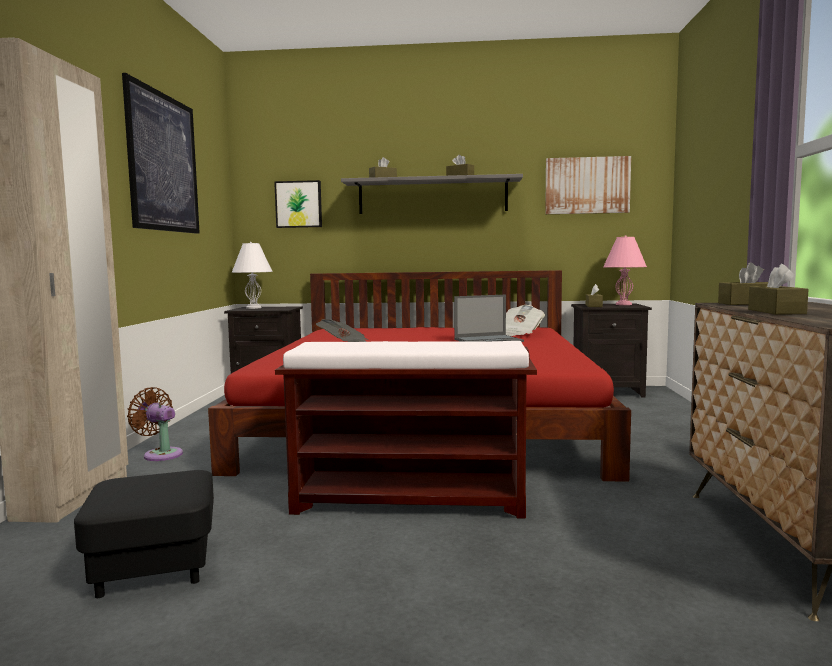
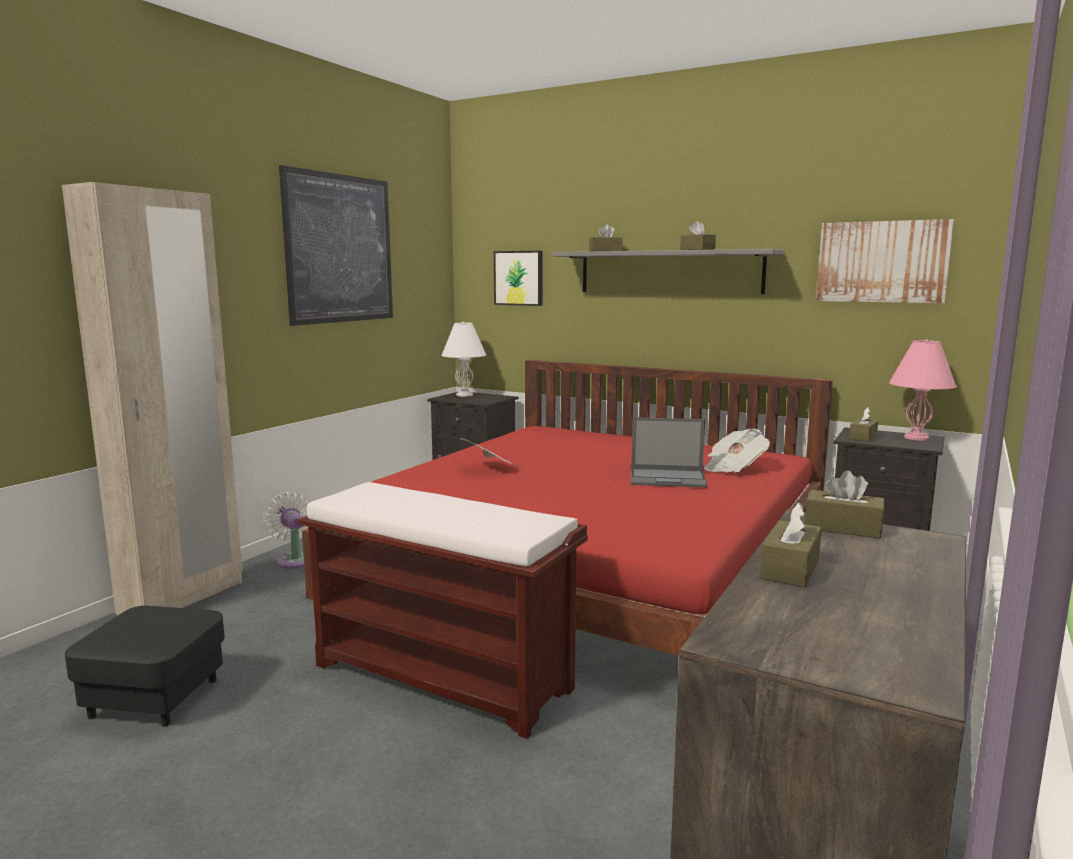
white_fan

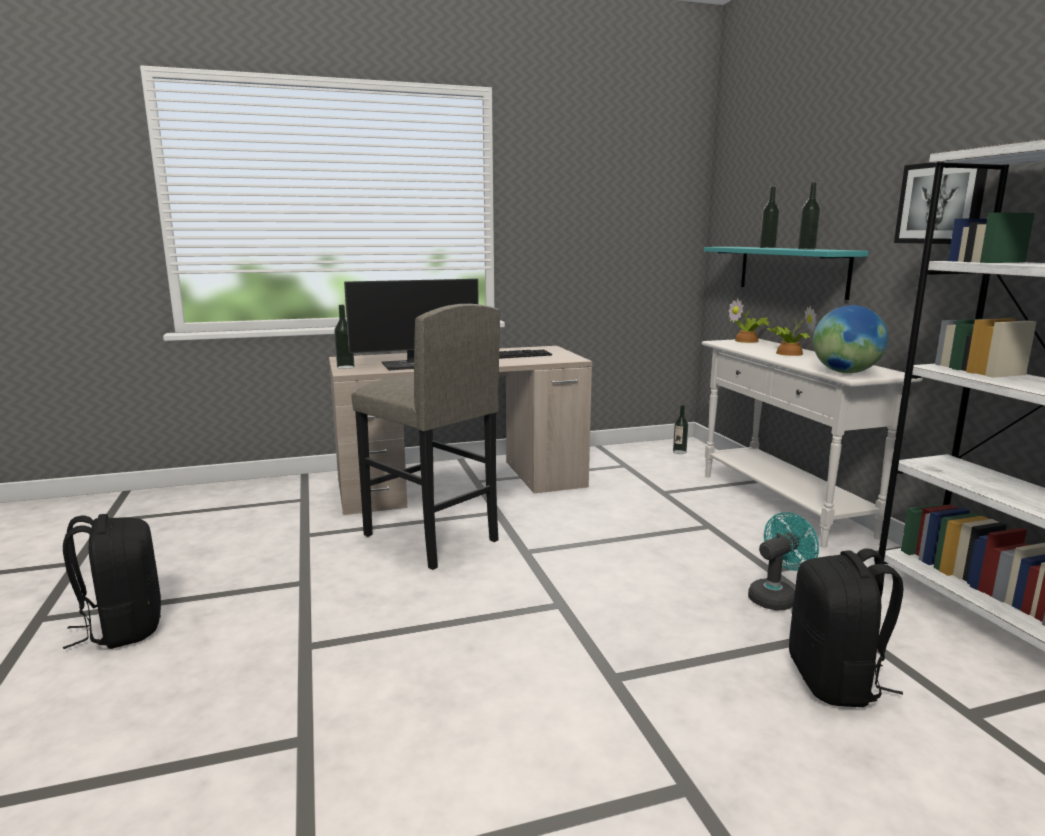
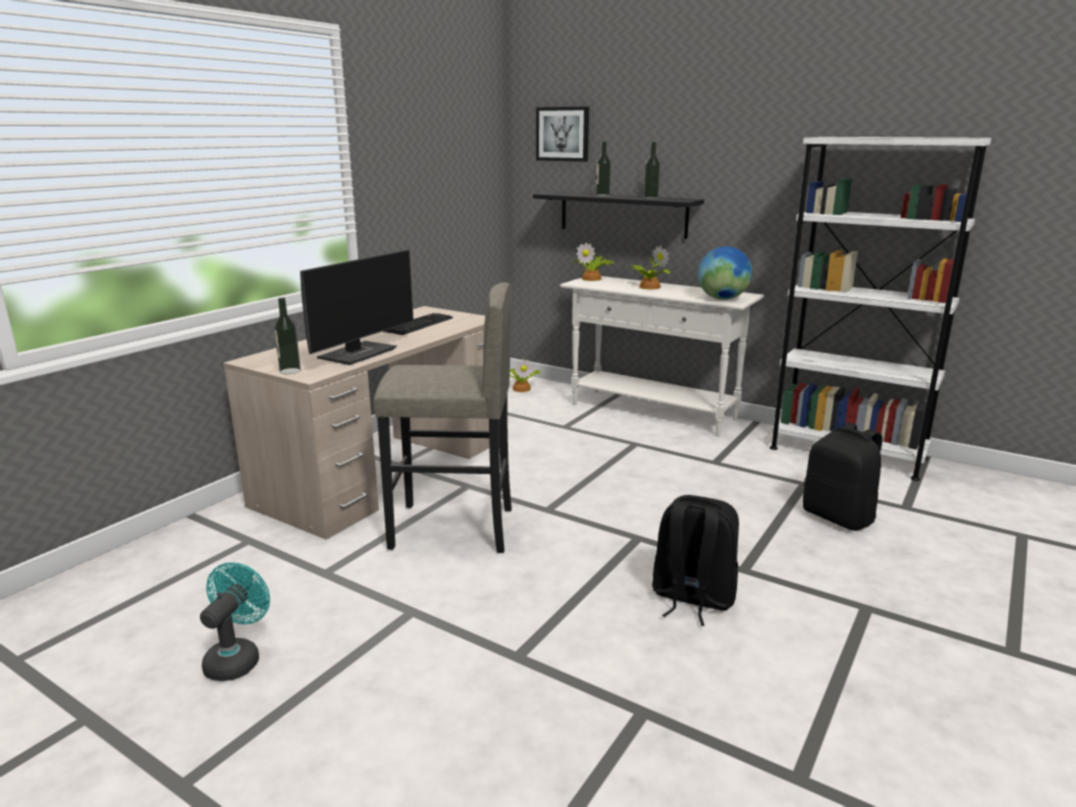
black_backpack (no. 1 from left)
potted_plant (no. 1 from left)
black_shelf
turquoise_fan
picture

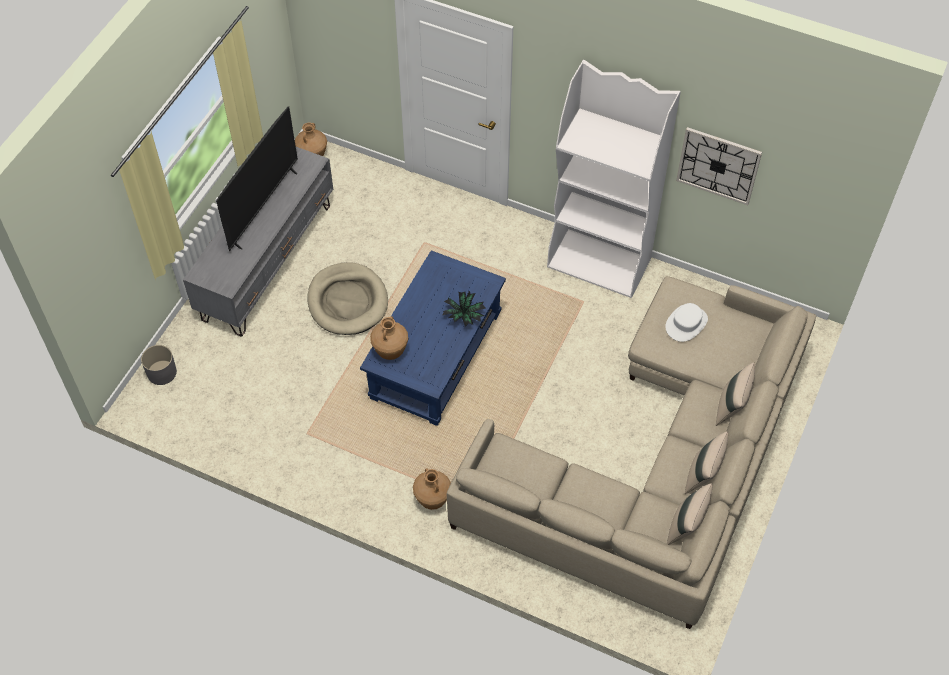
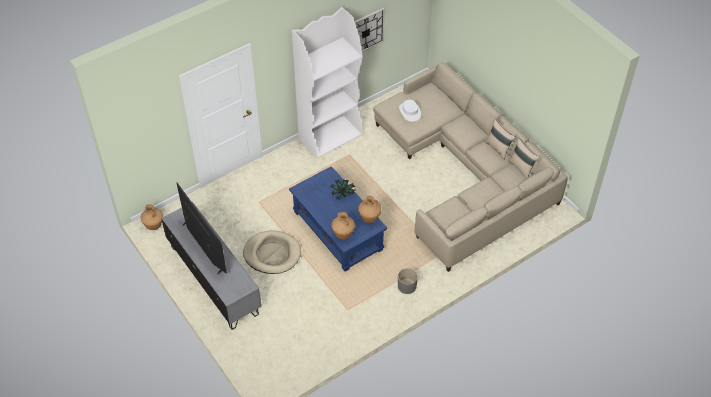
grey_planter
brown_vase (no. 3 from left)
beige_pillow (no. 3 from left in the first image)

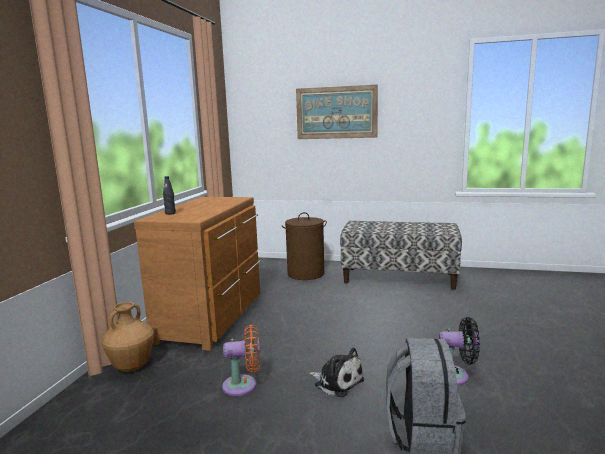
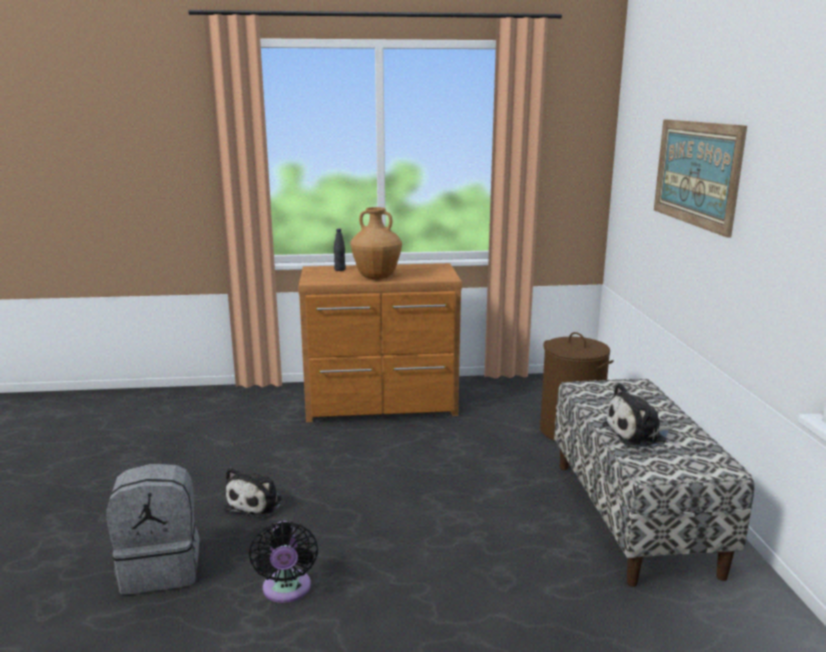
brown_vase
orange_fan
plush_toy (no. 2 from left)

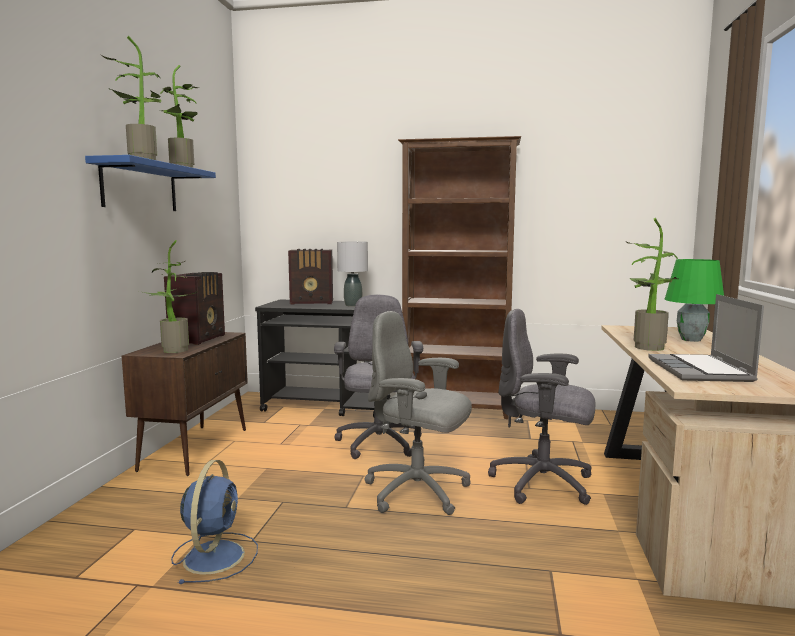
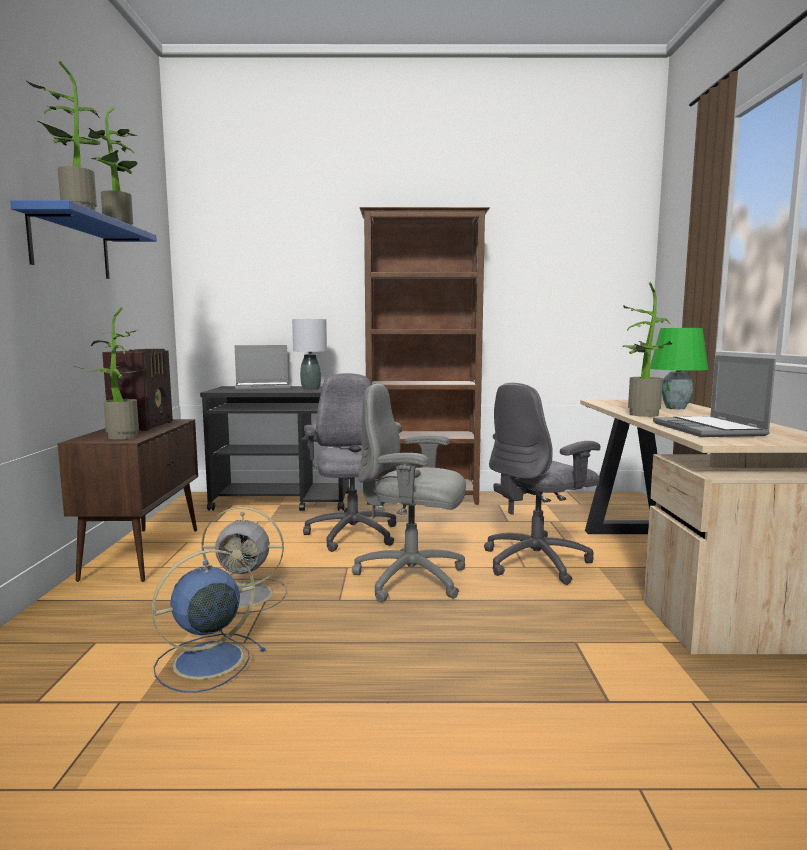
blue_fan
laptop (no. 1 from left)
grey_office_chair (no. 3 from left)
grey_fan

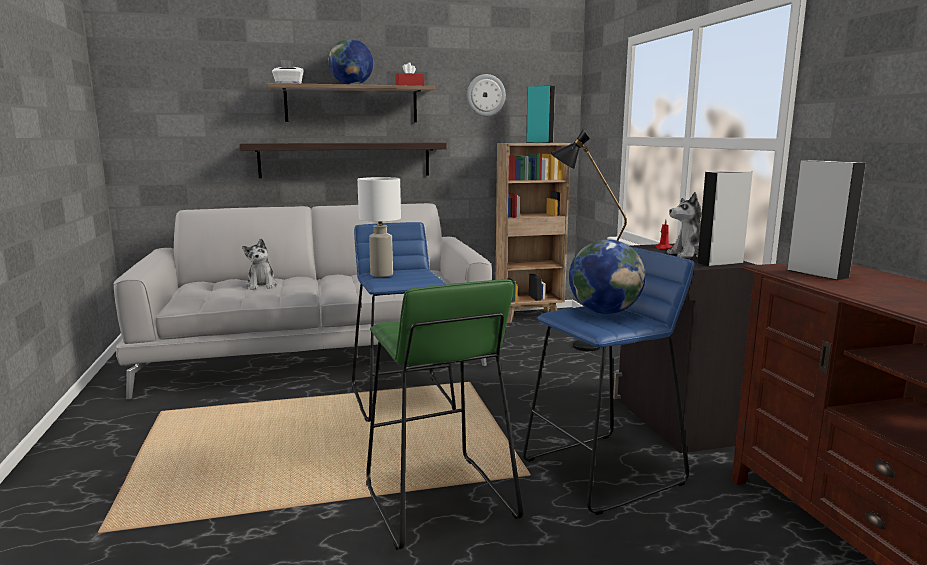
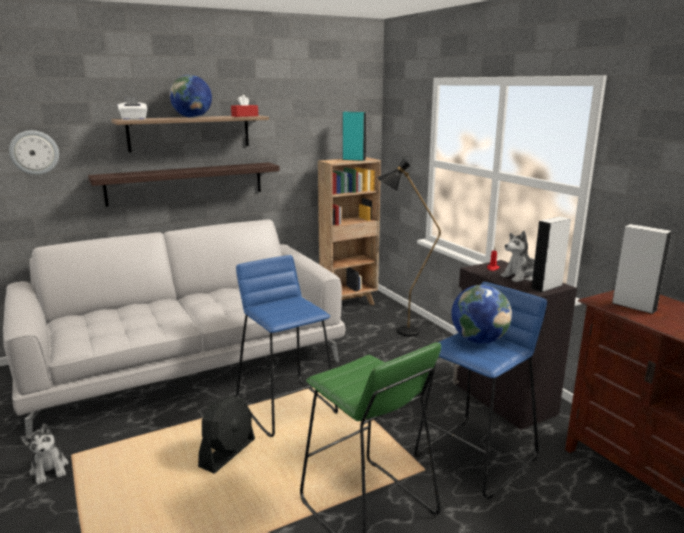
plush_toy (no. 1 from left)
white_table_lamp
wall_clock
black_fan

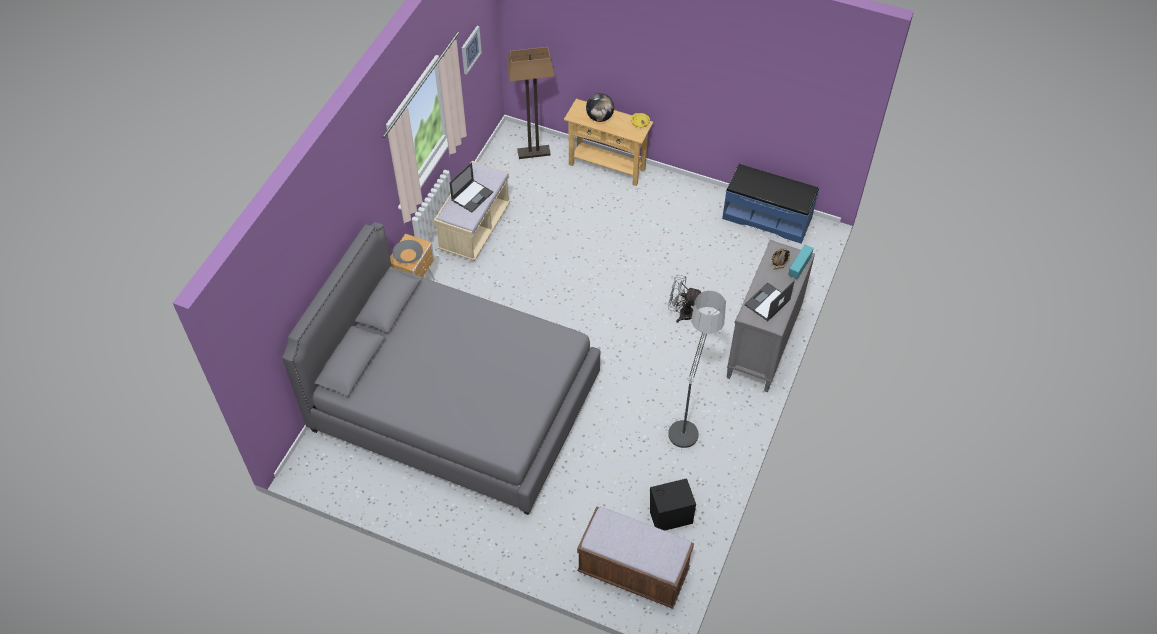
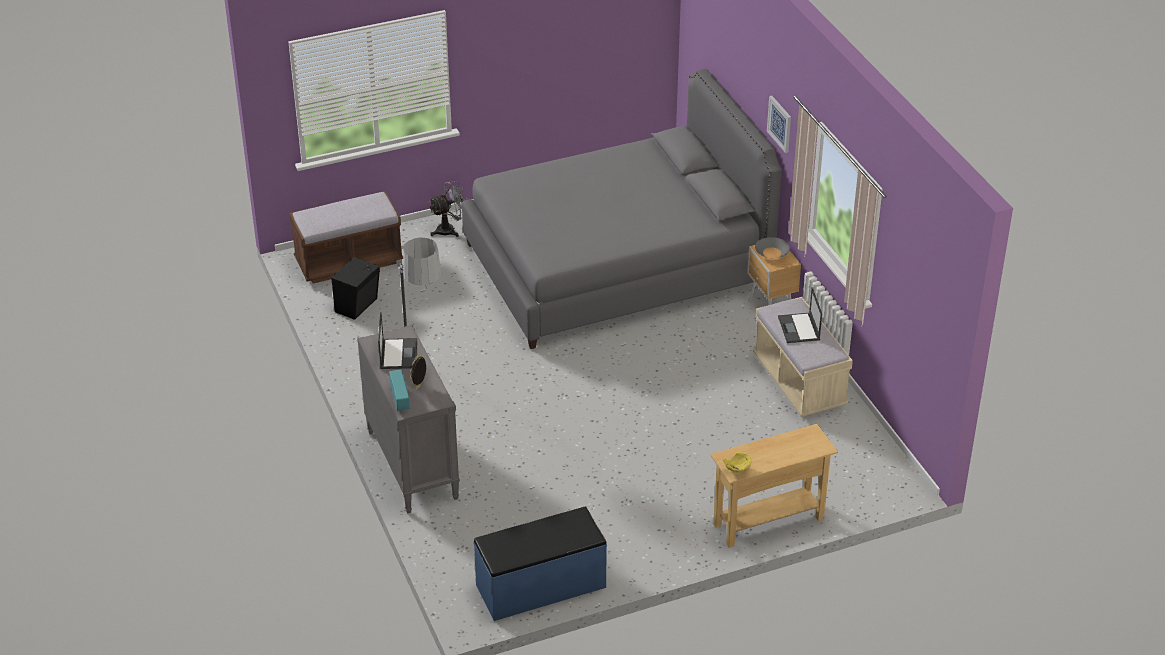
picture
floor_lamp (no. 1 from left in the first image)
globe
grey_fan

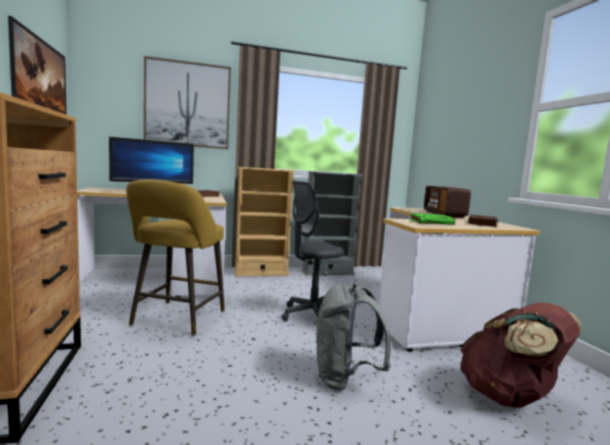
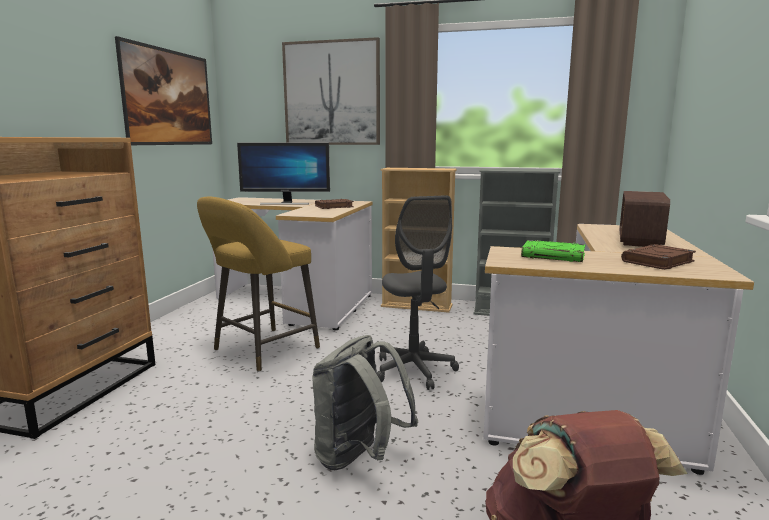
grey_office_chair

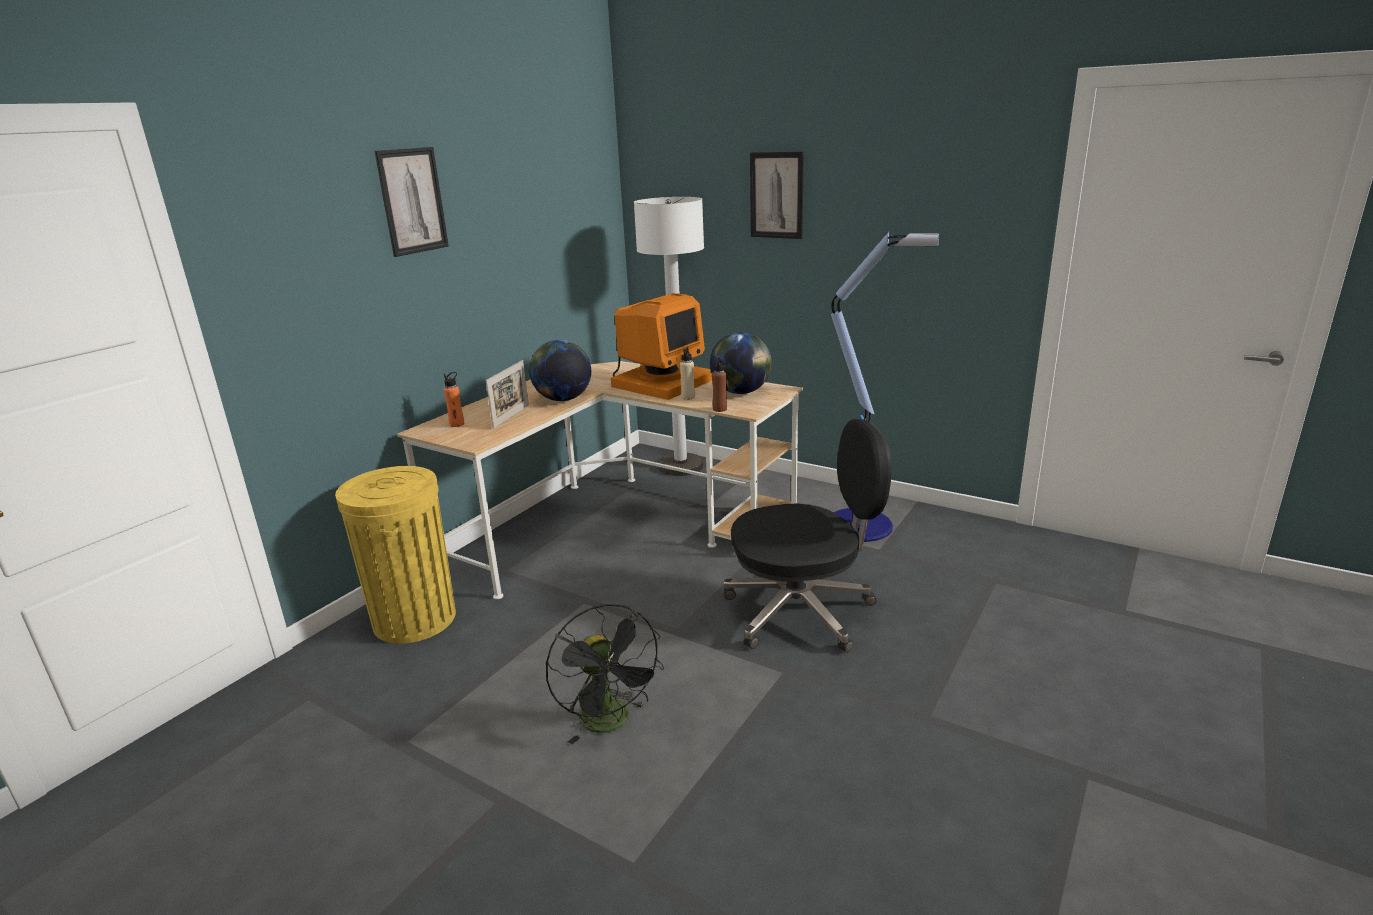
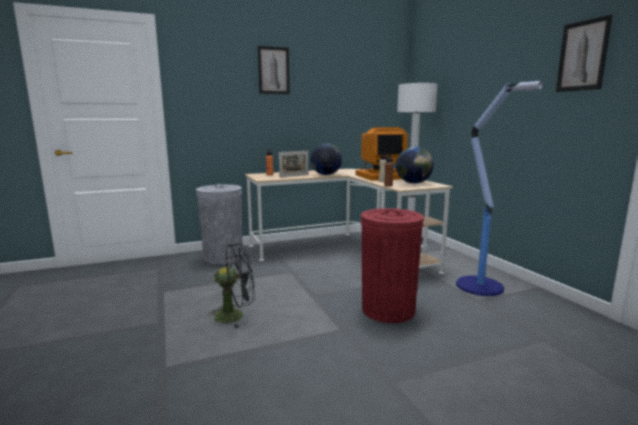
grey_trash_can
black_fan
red_trash_can
picture (no. 2 from left)

